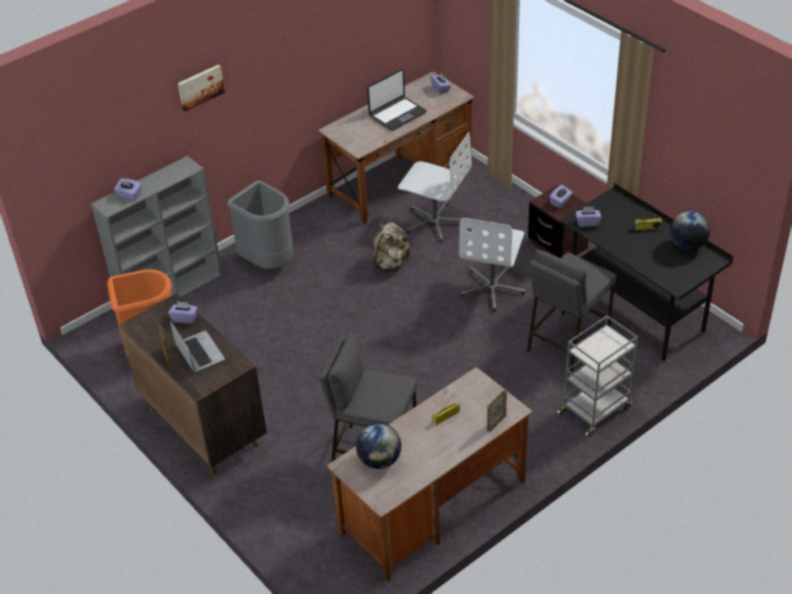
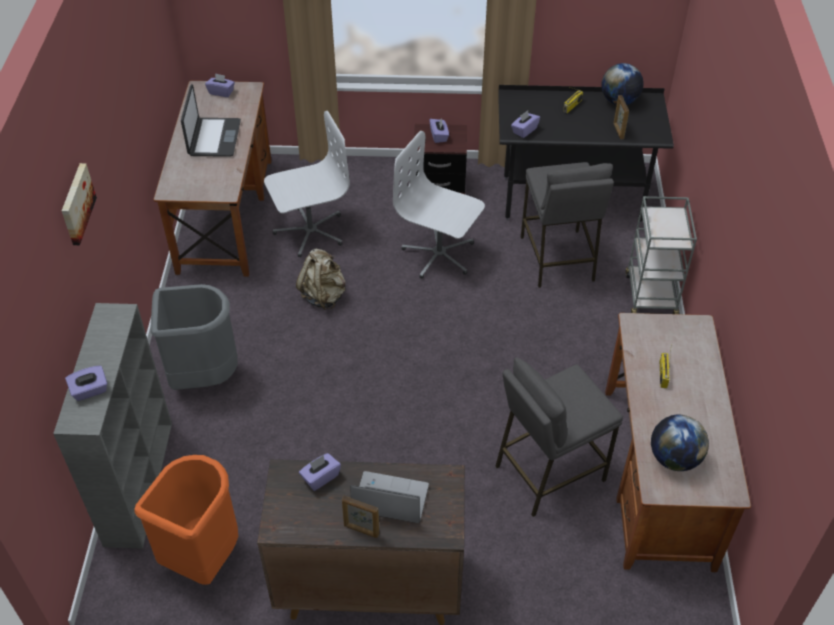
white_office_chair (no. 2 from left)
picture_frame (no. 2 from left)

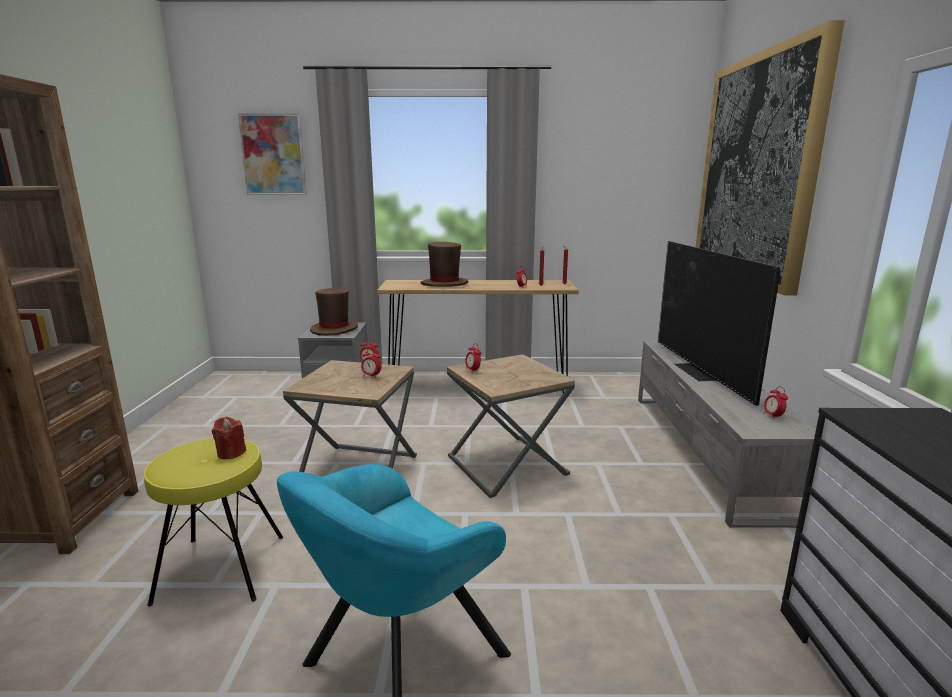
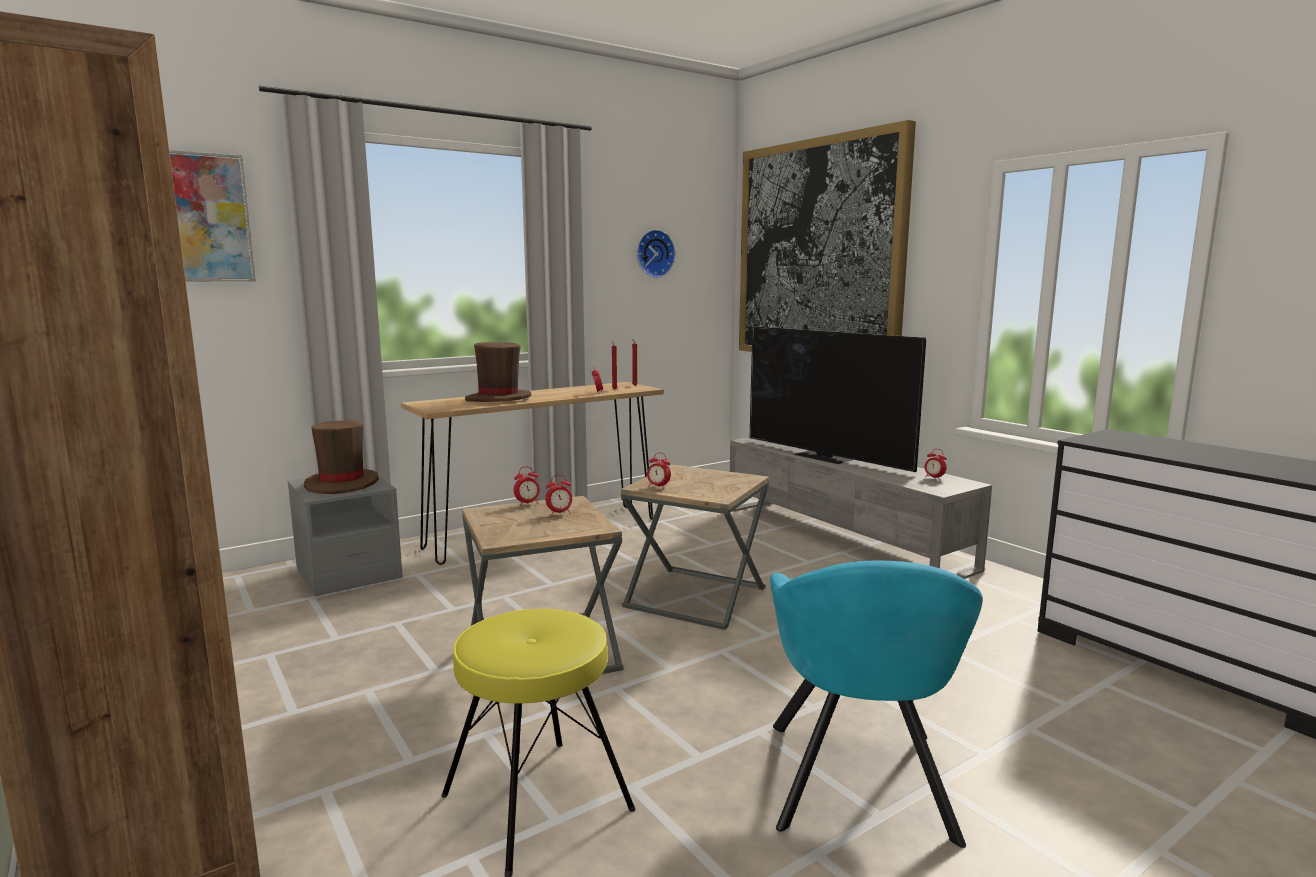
red_candle (no. 1 from left in the first image)
wall_clock

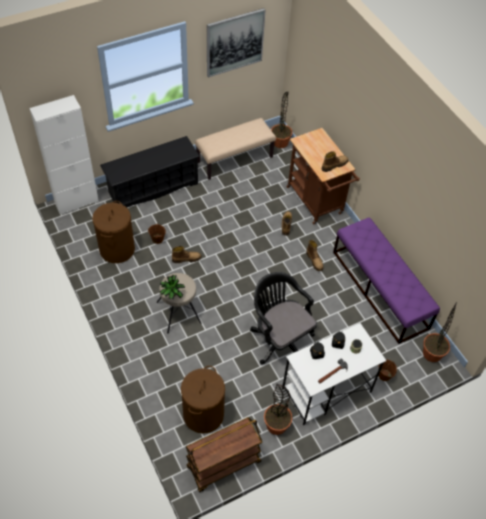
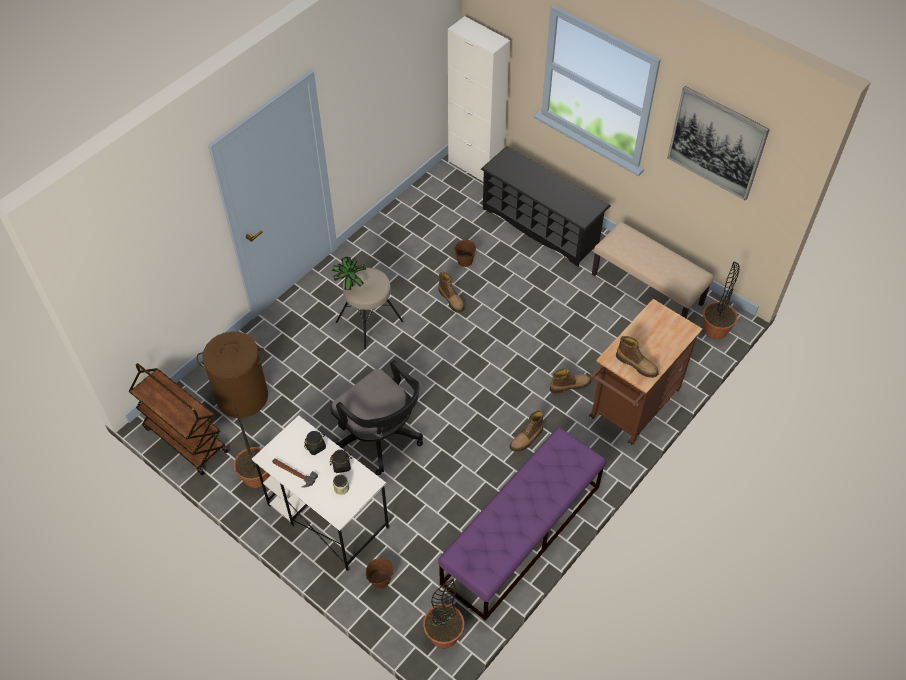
brown_laundry_basket (no. 1 from left in the first image)
black_office_chair

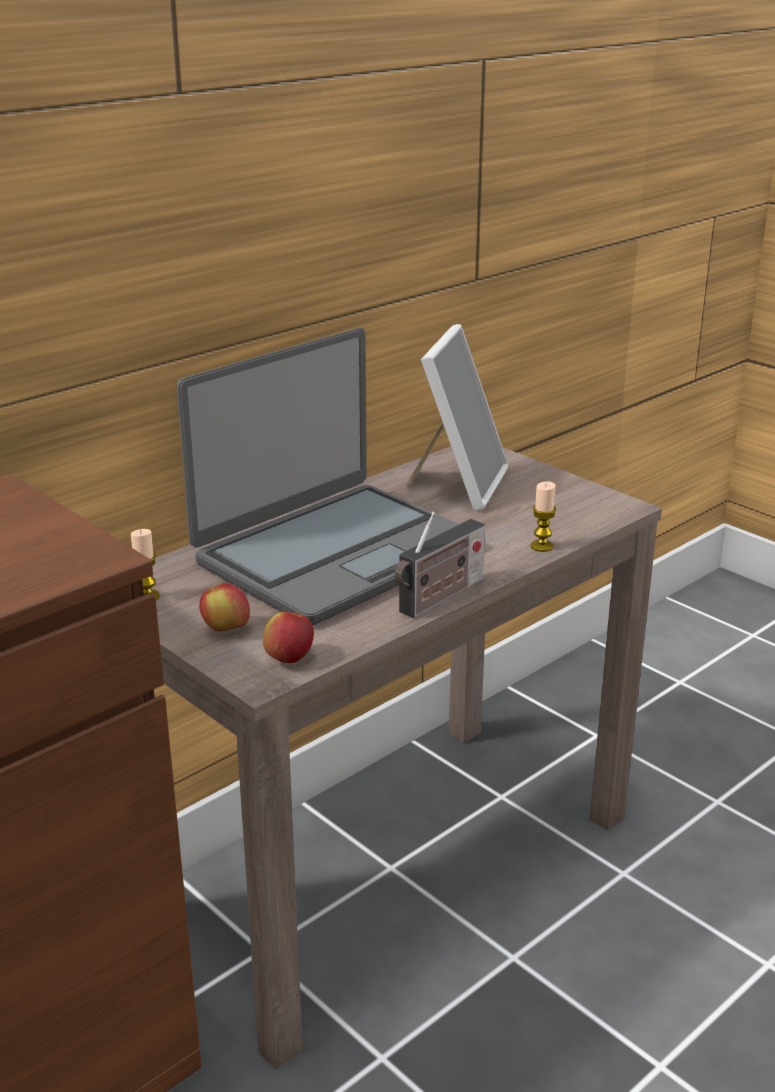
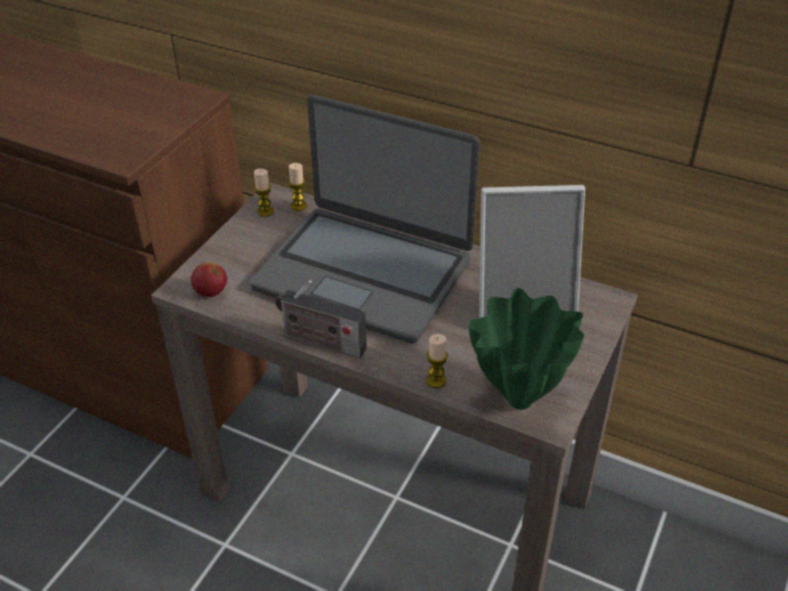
apple (no. 1 from left in the first image)
candle (no. 2 from left)
green_vase

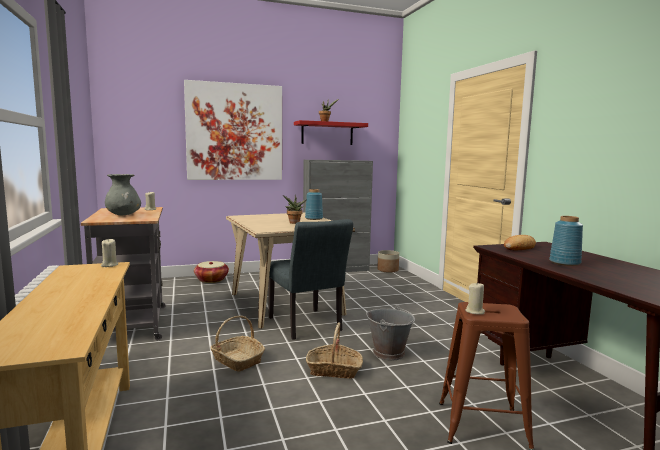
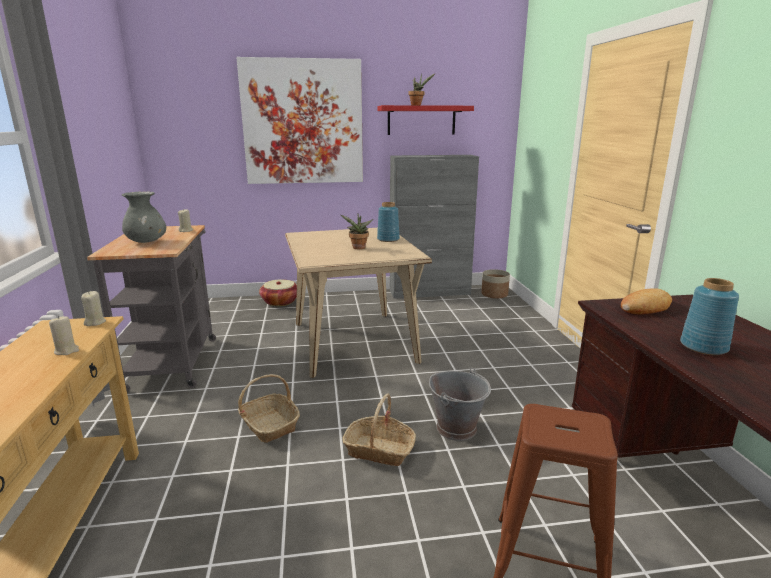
grey_chair
beige_candle (no. 1 from left)

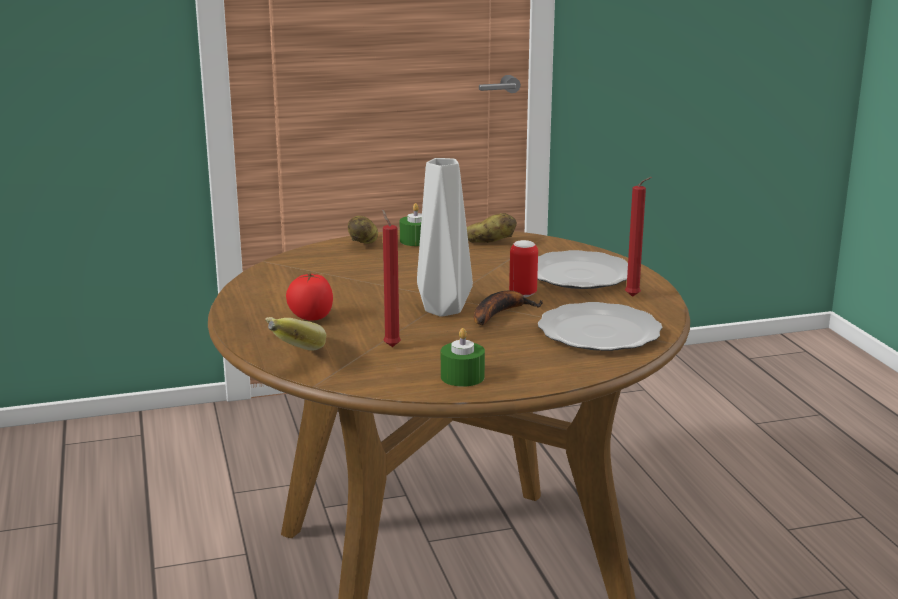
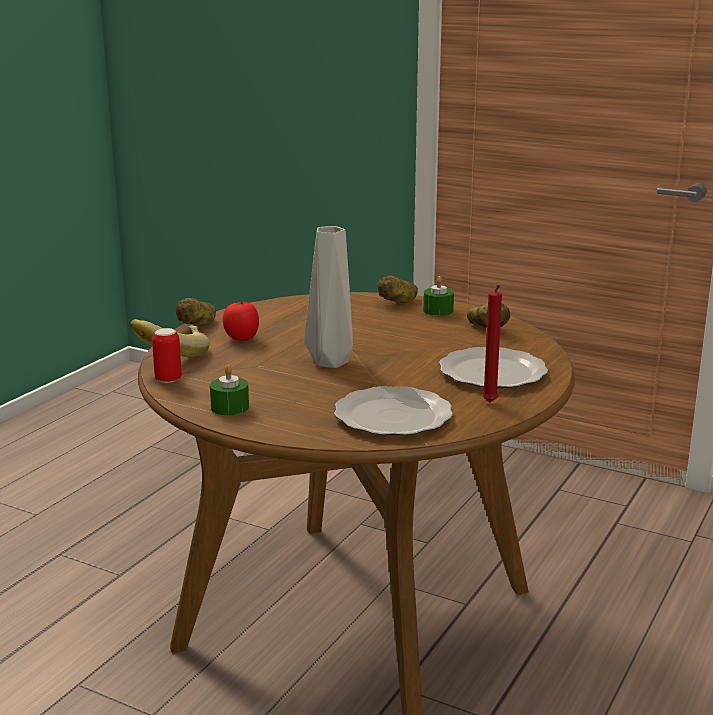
red_candle (no. 1 from left in the first image)
banana (no. 2 from left in the first image)
can
potato (no. 1 from left)

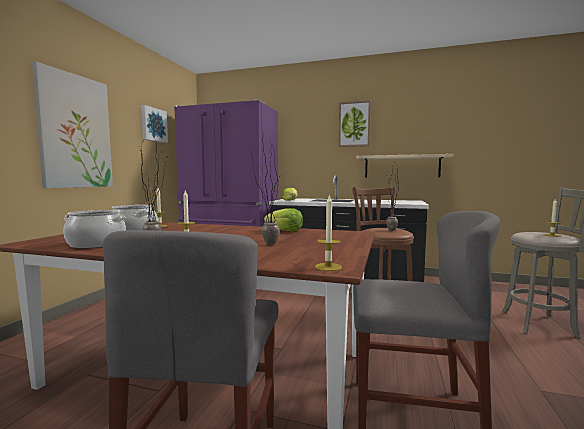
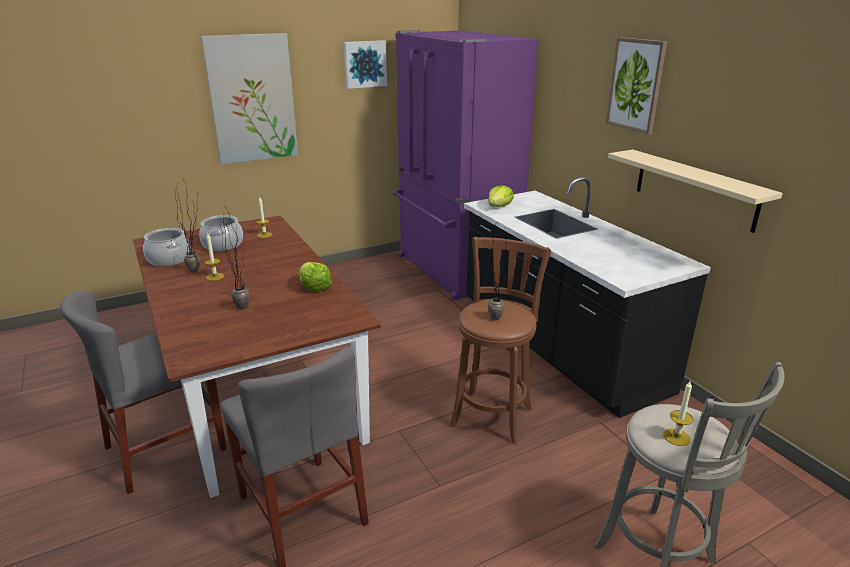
candle (no. 3 from left in the first image)

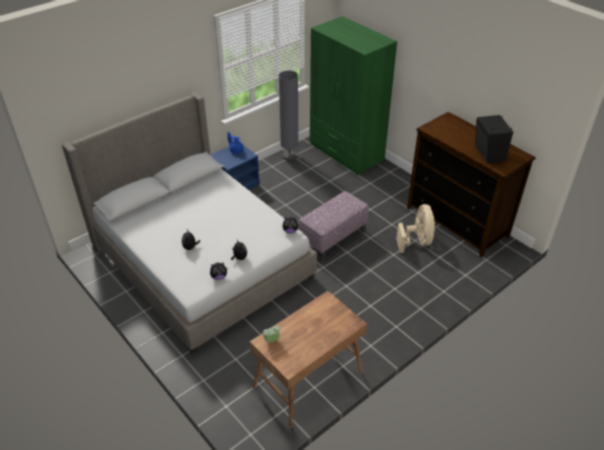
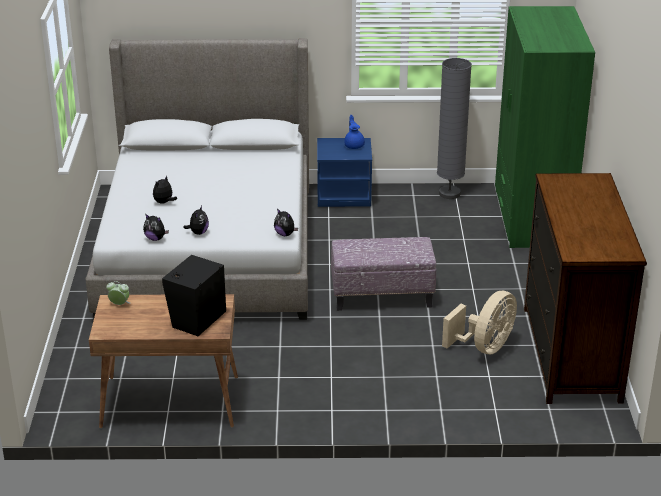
black_speaker

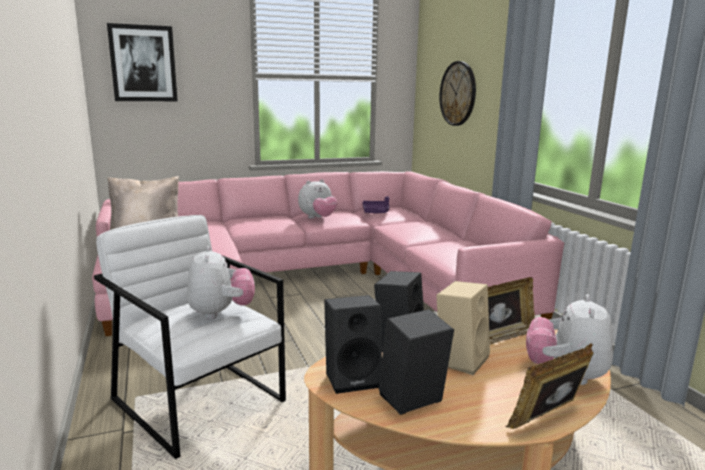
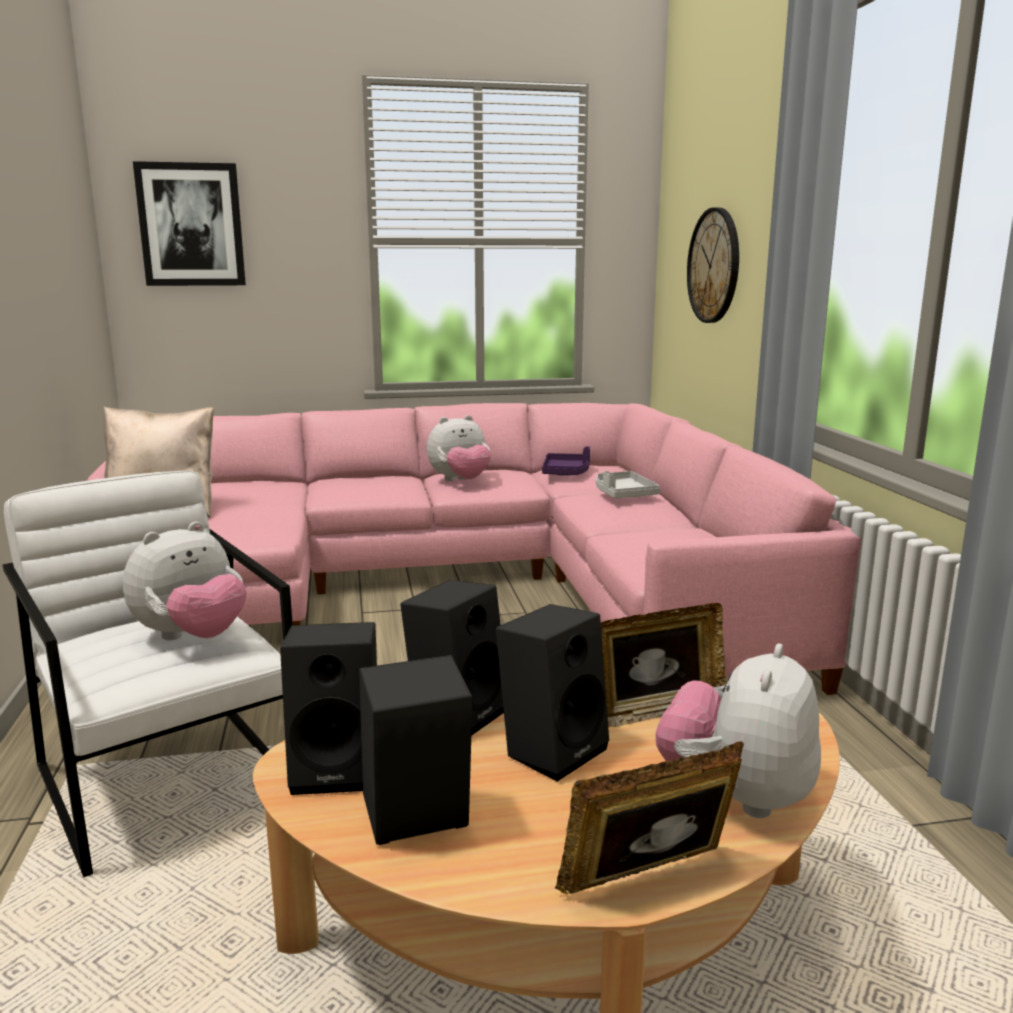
plush_toy (no. 1 from left)
black_speaker (no. 4 from left)
grey_tray

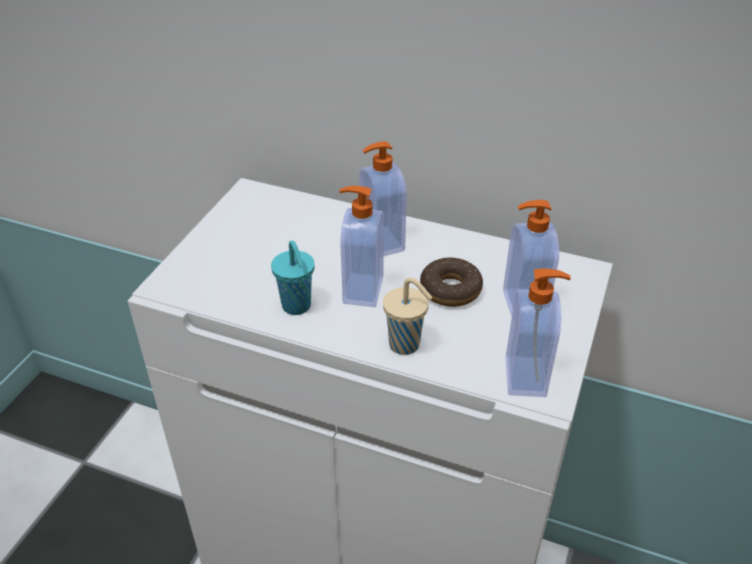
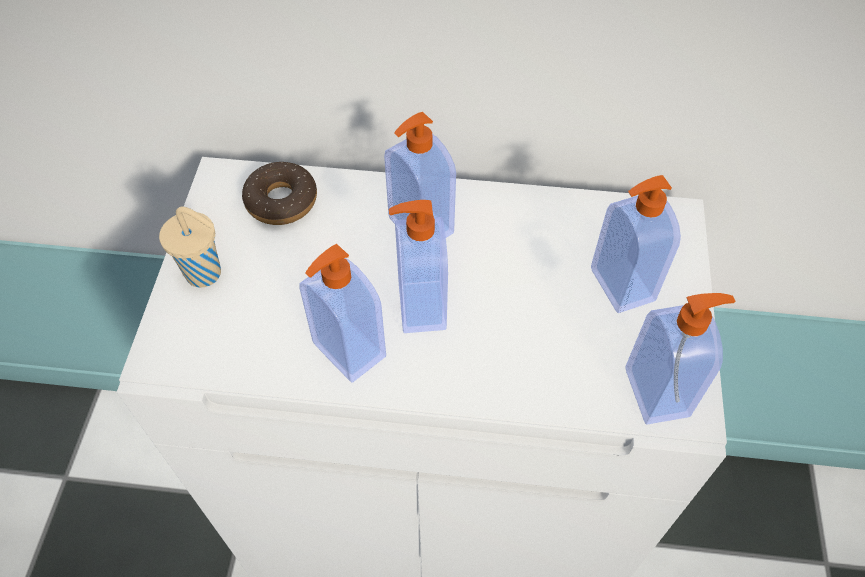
soap_dispenser (no. 1 from left)
beige_cup
donut

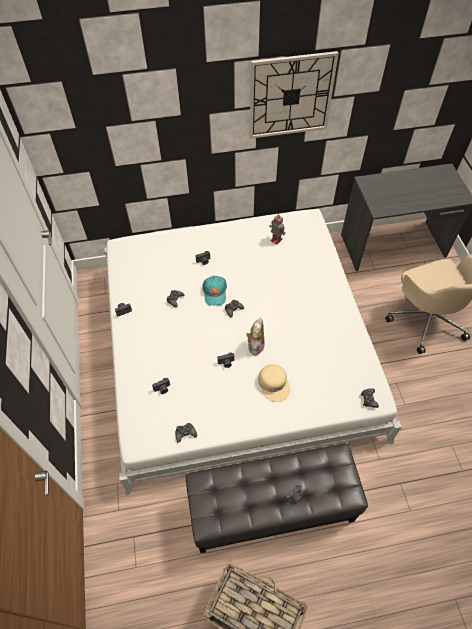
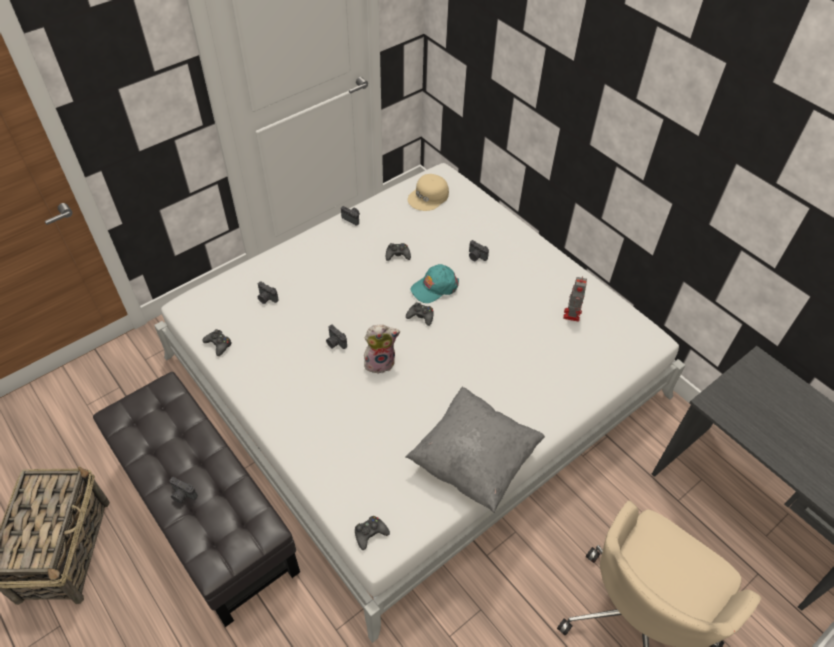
wall_clock
beige_cap
grey_pillow

